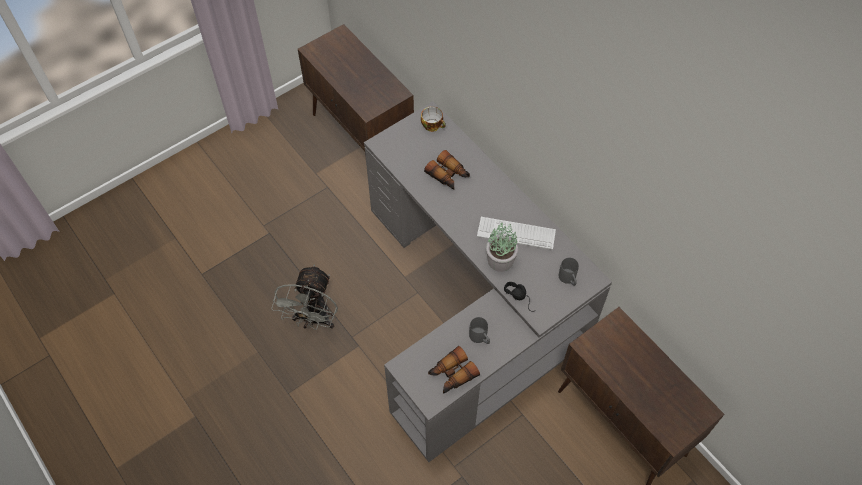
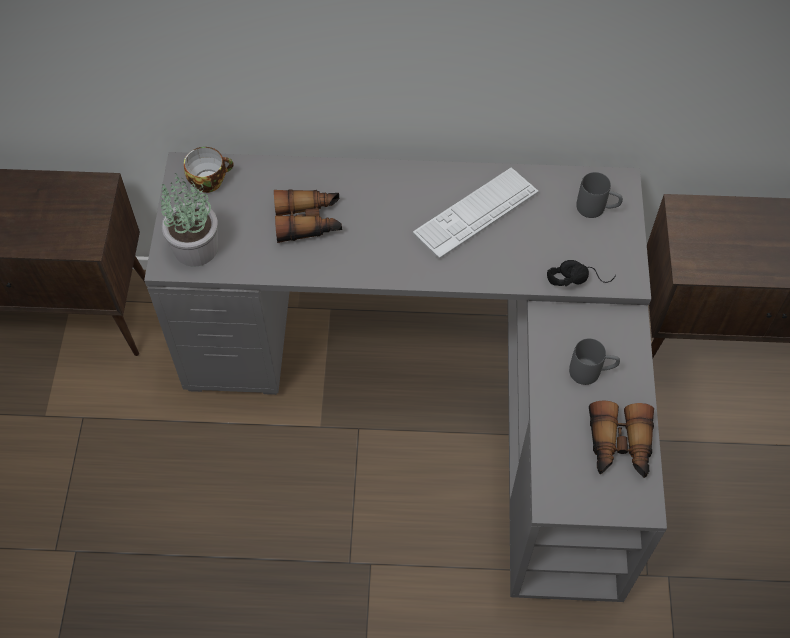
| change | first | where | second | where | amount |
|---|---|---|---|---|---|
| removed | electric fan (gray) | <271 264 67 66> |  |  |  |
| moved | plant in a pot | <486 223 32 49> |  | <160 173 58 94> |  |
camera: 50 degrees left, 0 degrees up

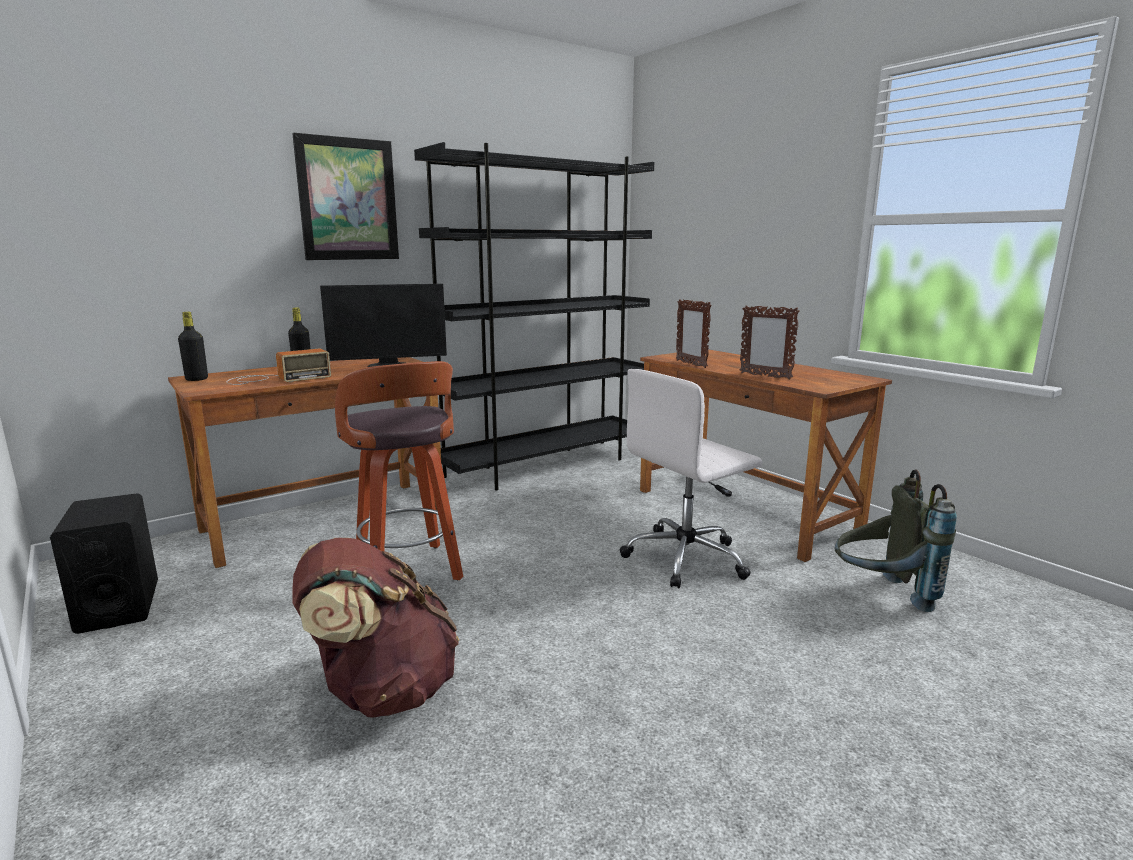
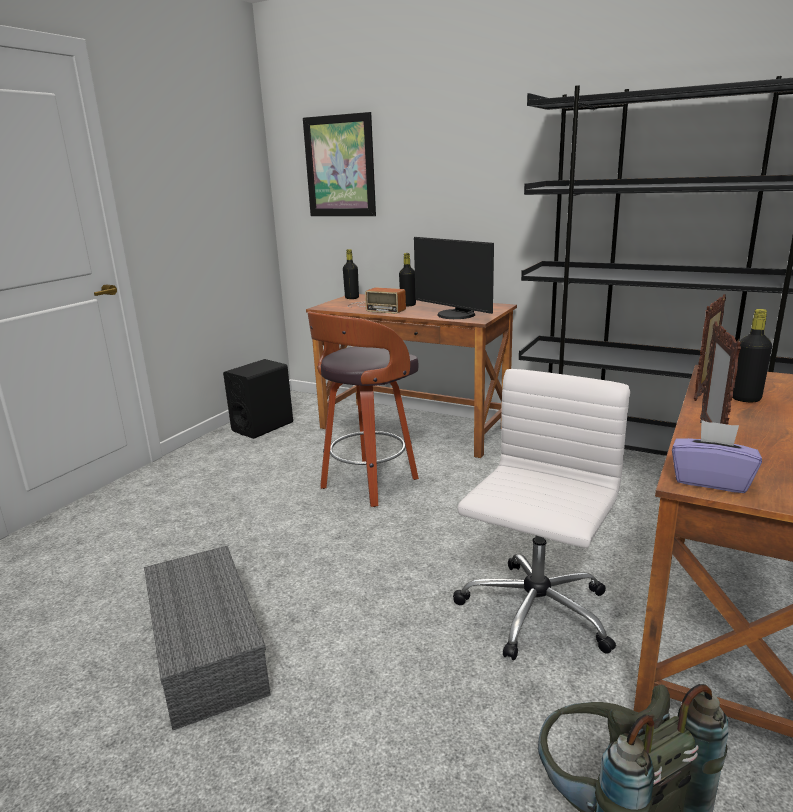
| change | first | where | second | where | amount |
|---|---|---|---|---|---|
| moved | picture | <292 133 107 127> |  | <303 112 73 104> |  |
| removed | knapsack (brown-coloured) | <292 538 167 180> |  |  |  |
| turned | computer chair (white-coloured) | <620 369 142 219> |  | <453 369 177 291> | 90 degrees clockwise |
| added |  |  | storage box (gray) | <144 546 127 185> |  |
| added |  |  | box of tissues (purple-coloured) | <672 420 90 73> |  |
| added |  |  | bottle (blackish) | <733 309 39 93> |  |
camera: 65 degrees right, 5 degrees up

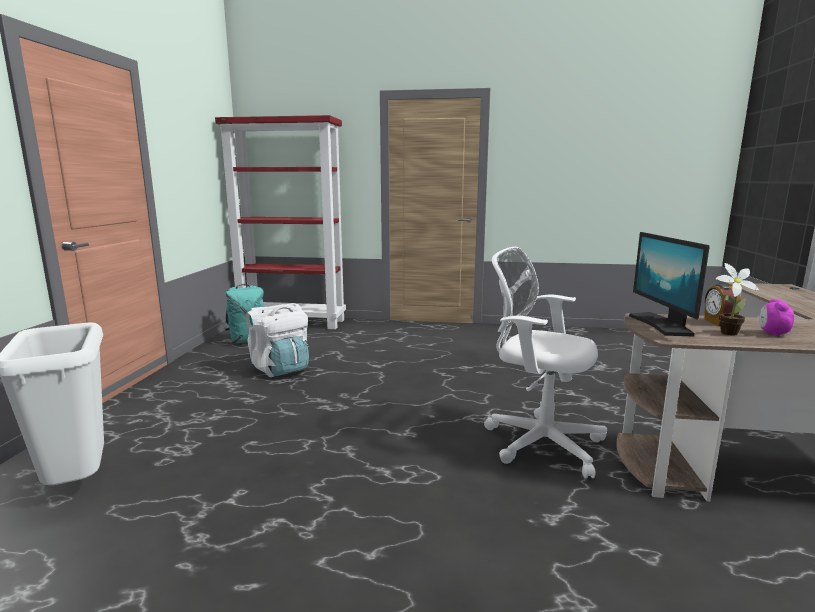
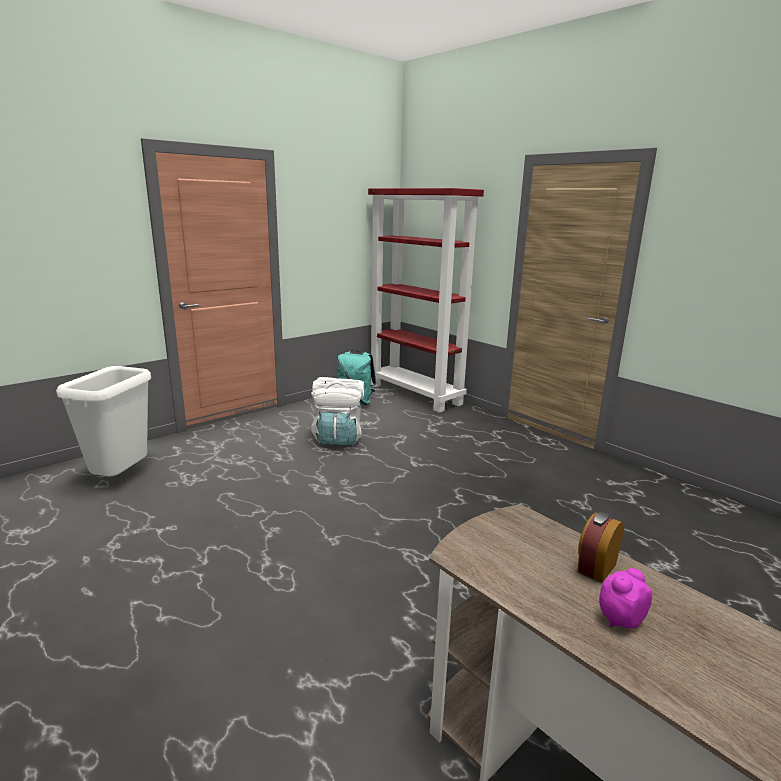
| change | first | where | second | where | amount |
|---|---|---|---|---|---|
| removed | computer chair (white-coloured) | <484 247 123 231> |  |  |  |
| removed | computer display | <629 232 81 105> |  |  |  |
| removed | plant in a pot | <715 263 44 73> |  |  |  |
camera: 40 degrees right, 5 degrees up

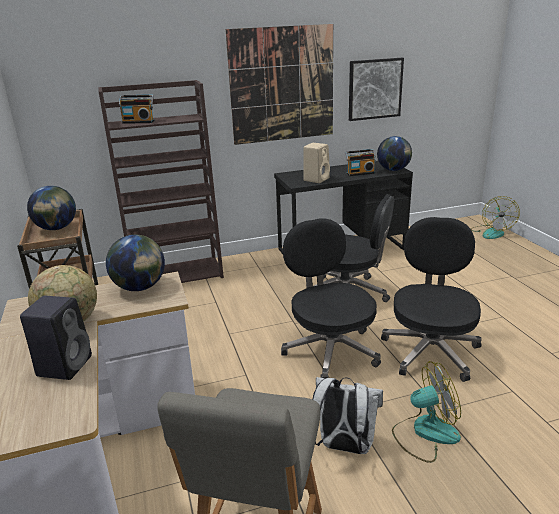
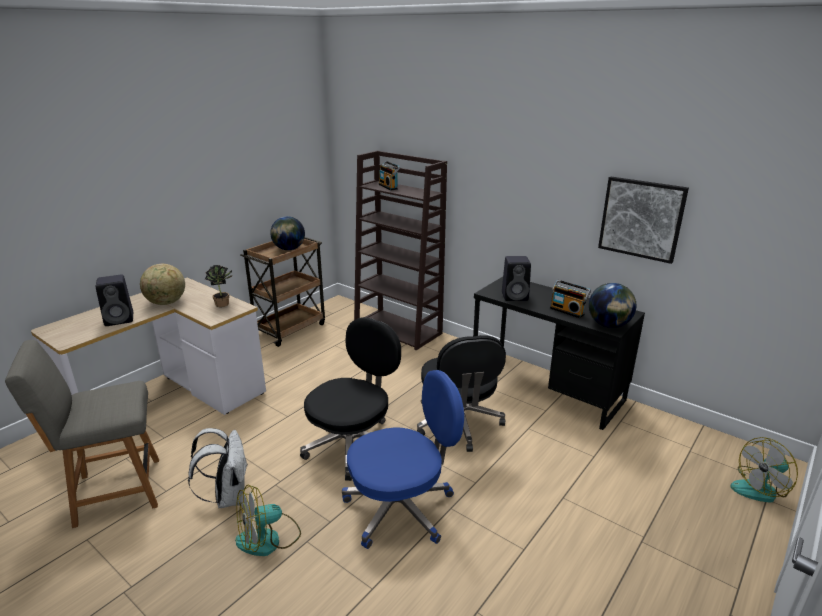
| change | first | where | second | where | amount |
|---|---|---|---|---|---|
| replaced | world globe | <106 235 59 56> | plant in a pot | <205 265 27 42> |  |
| removed | picture | <226 24 107 121> |  |  |  |
| recoloured | speaker (sand-coloured) | <303 143 27 40> | speaker (blackish) | <502 256 29 45> |  |
| recoloured | computer chair (blackish) | <381 217 101 165> | computer chair (blue) | <342 370 122 179> |  |
| turned | electric fan | <392 361 69 102> |  | <235 485 66 71> | 105 degrees clockwise |
camera: 55 degrees right, 0 degrees up

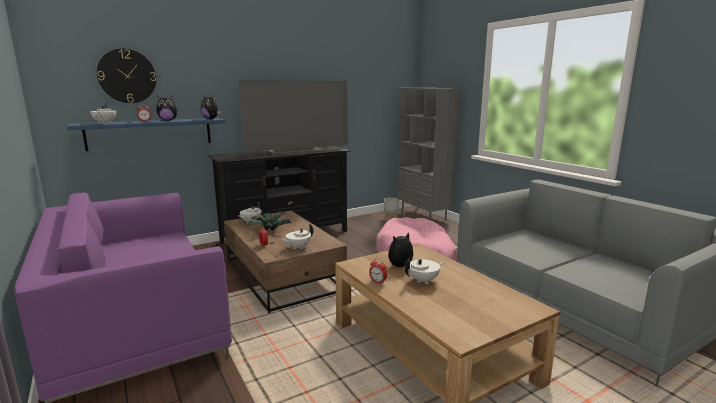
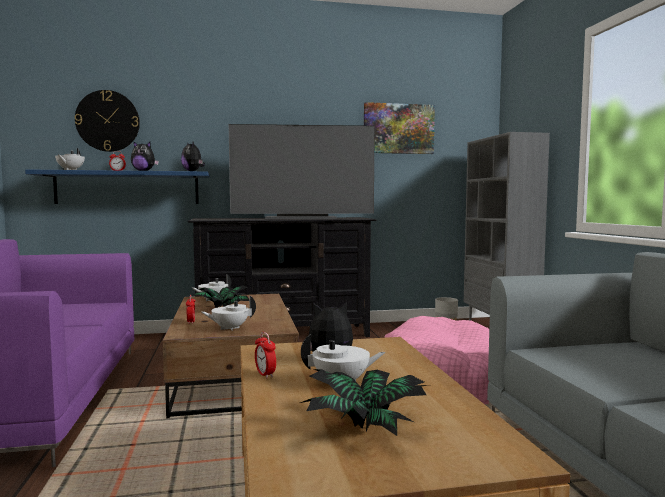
| change | first | where | second | where | amount |
|---|---|---|---|---|---|
| added |  |  | plant in a pot | <300 369 129 67> |  |
| added |  |  | picture | <364 102 71 52> |  |
camera: 20 degrees right, 10 degrees down

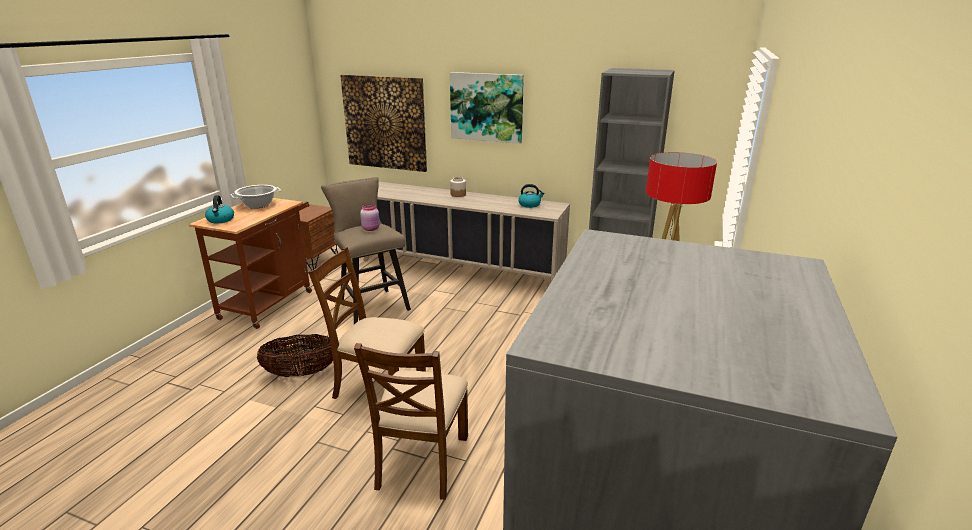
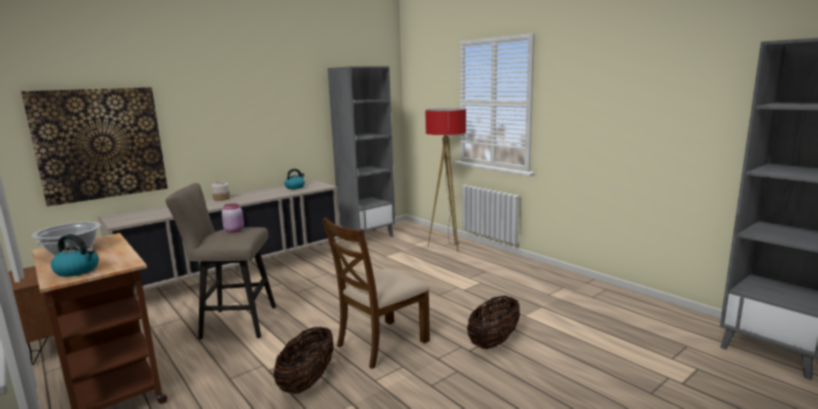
| change | first | where | second | where | amount |
|---|---|---|---|---|---|
| replaced | upright chair (brown-coloured) | <354 343 114 157> | household basket | <467 296 53 53> |  |
| removed | picture | <450 72 74 72> |  |  |  |
camera: 60 degrees left, 10 degrees down

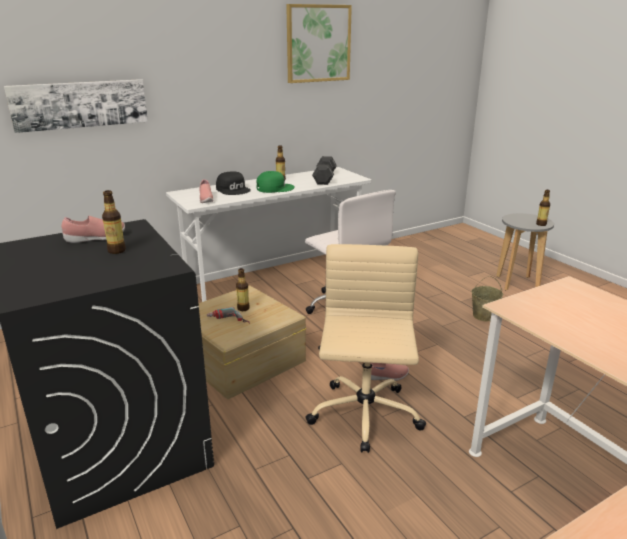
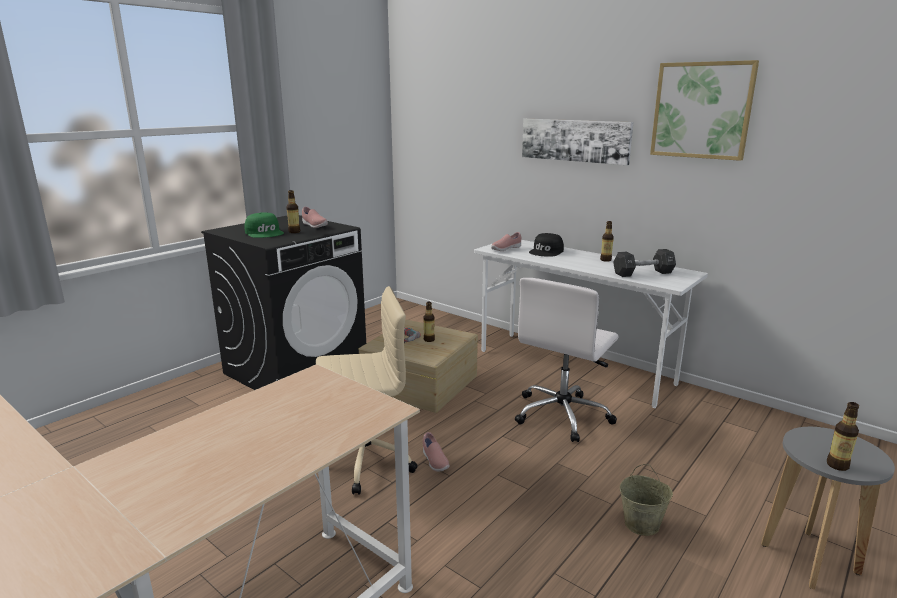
| change | first | where | second | where | amount |
|---|---|---|---|---|---|
| moved | picture | <4 79 144 54> |  | <522 119 111 46> |  |
| moved | cap (green-coloured) | <256 171 39 22> |  | <244 213 40 25> |  |
camera: 70 degrees right, 5 degrees down

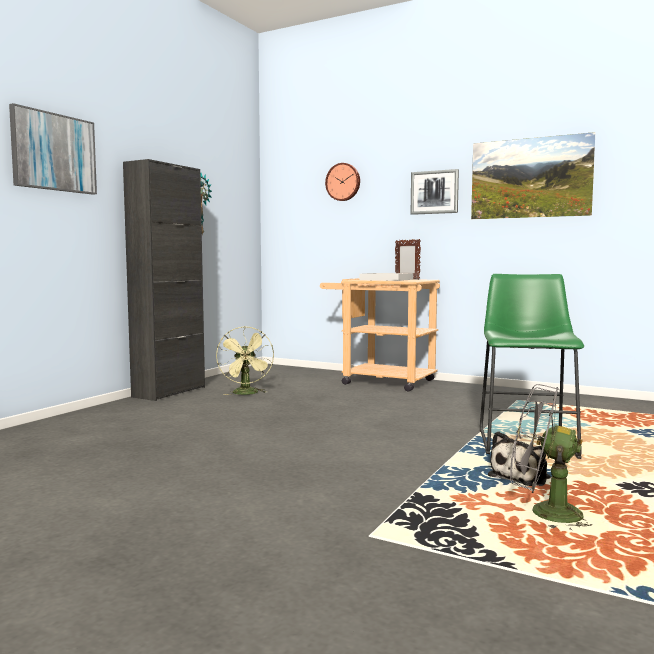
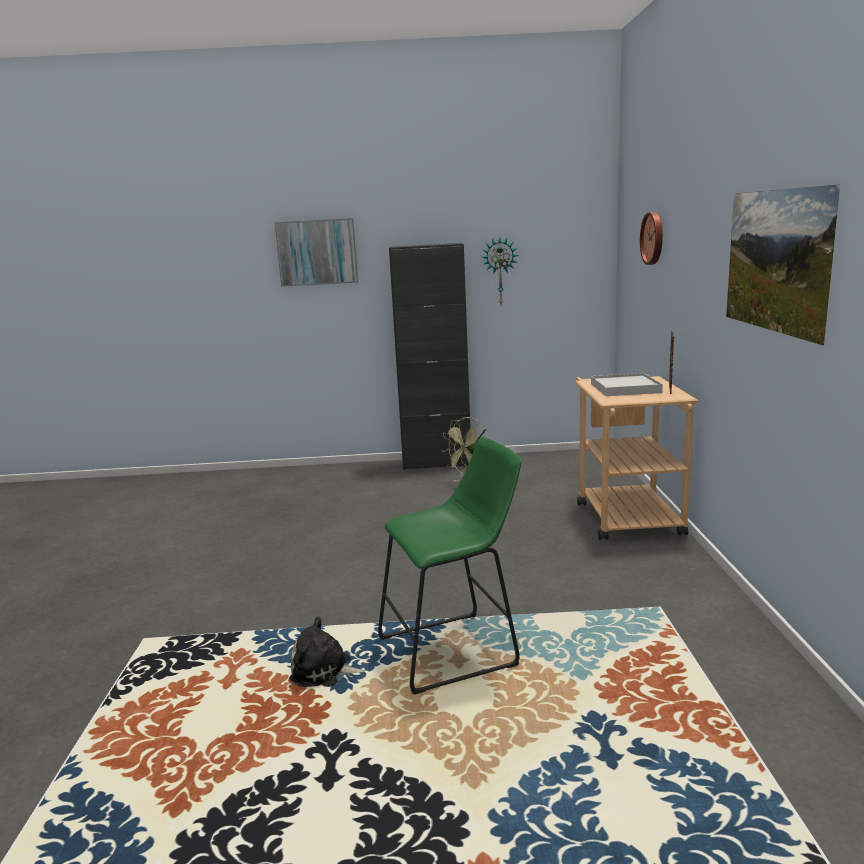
| change | first | where | second | where | amount |
|---|---|---|---|---|---|
| removed | picture | <411 169 48 46> |  |  |  |
| removed | electric fan (gray) | <510 384 82 146> |  |  |  |
camera: 60 degrees right, 10 degrees up

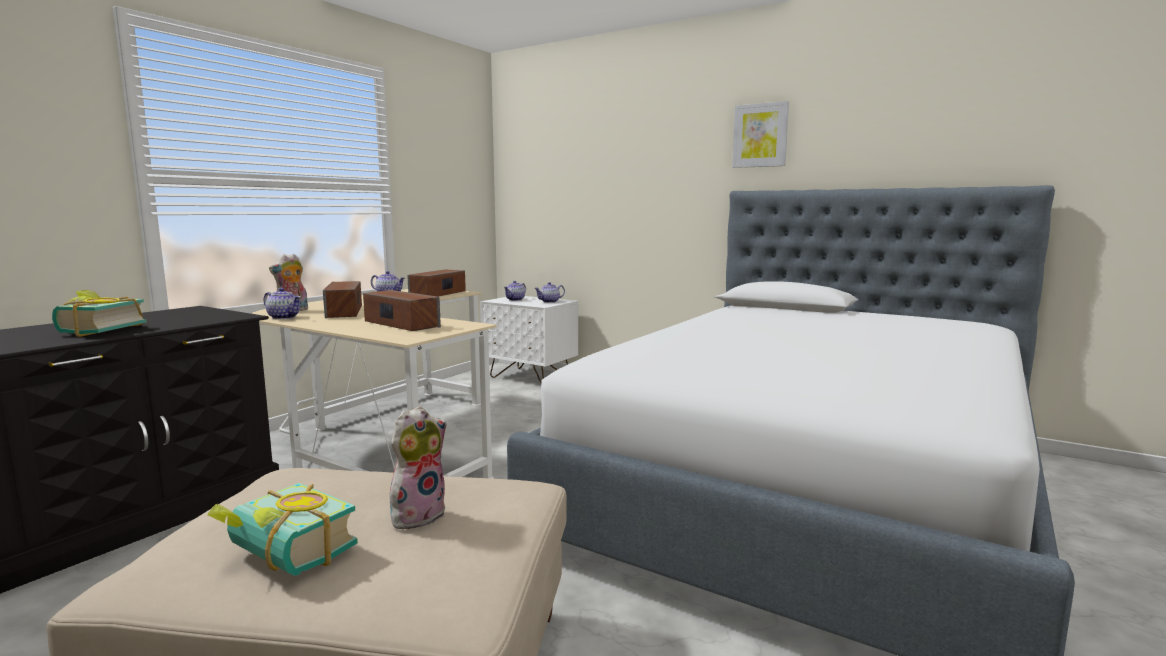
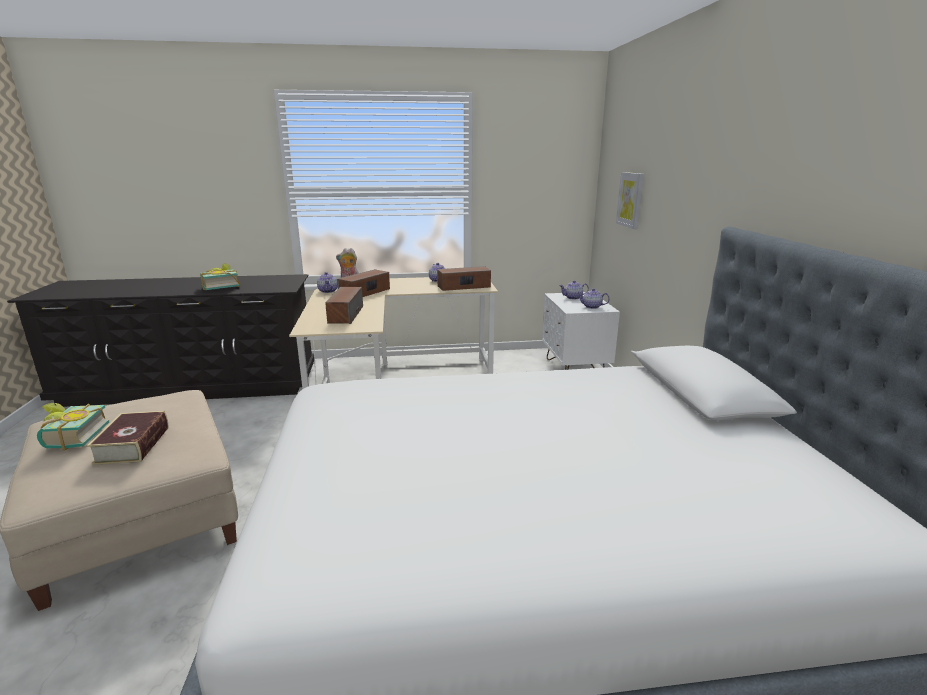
| change | first | where | second | where | amount |
|---|---|---|---|---|---|
| replaced | cuddly toy | <390 406 57 125> | book | <87 411 82 54> |  |
| moved | picture | <732 101 57 67> |  | <616 172 28 57> |  |
camera: 50 degrees right, 10 degrees up

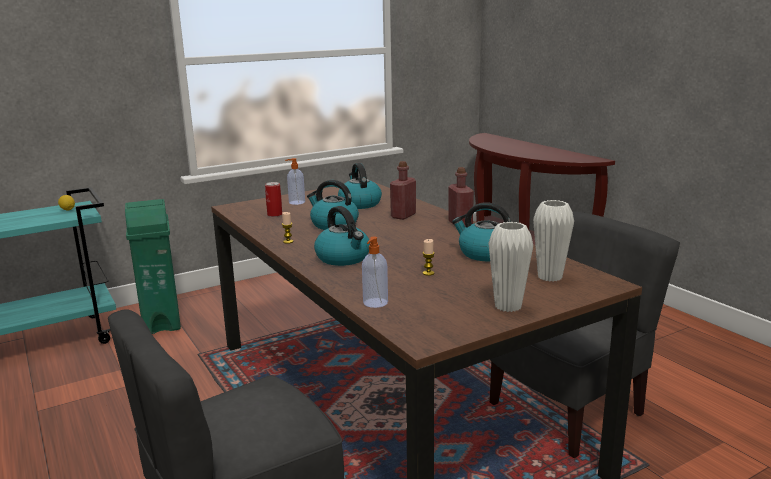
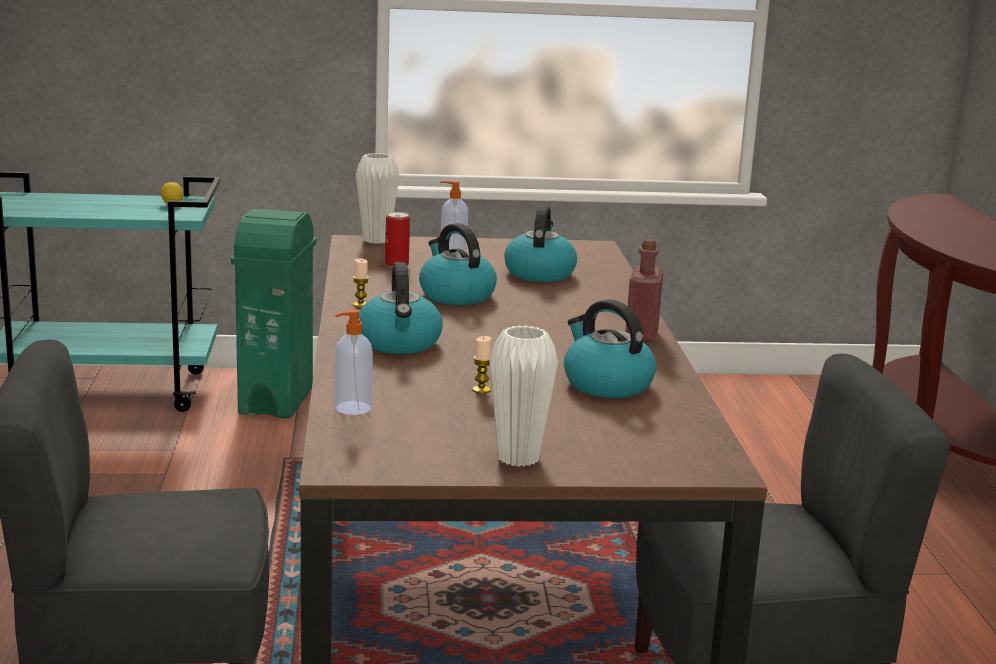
| change | first | where | second | where | amount |
|---|---|---|---|---|---|
| removed | bottle (red) | <390 161 26 59> |  |  |  |
| moved | decorative vase (white-coloured) | <533 200 41 82> |  | <356 153 43 91> |  |
camera: 25 degrees right, 0 degrees up

